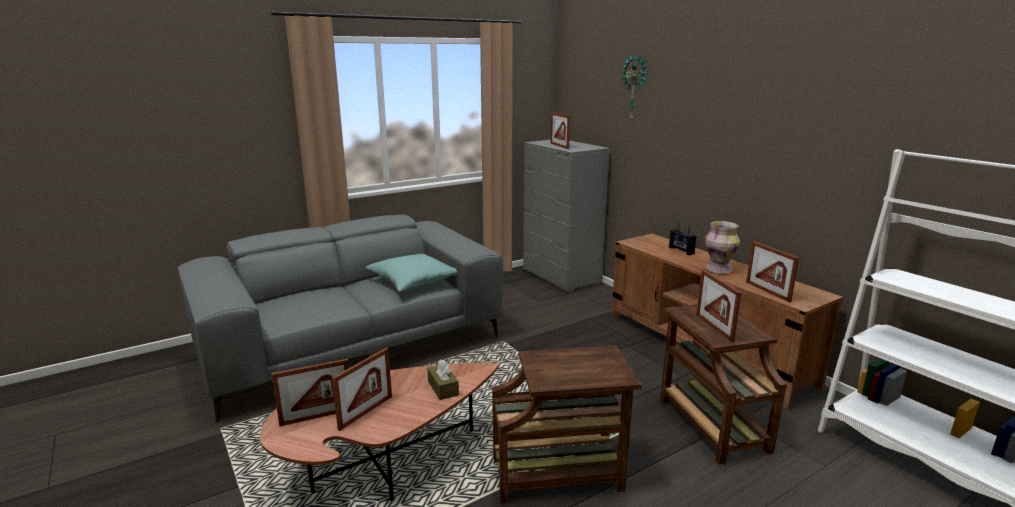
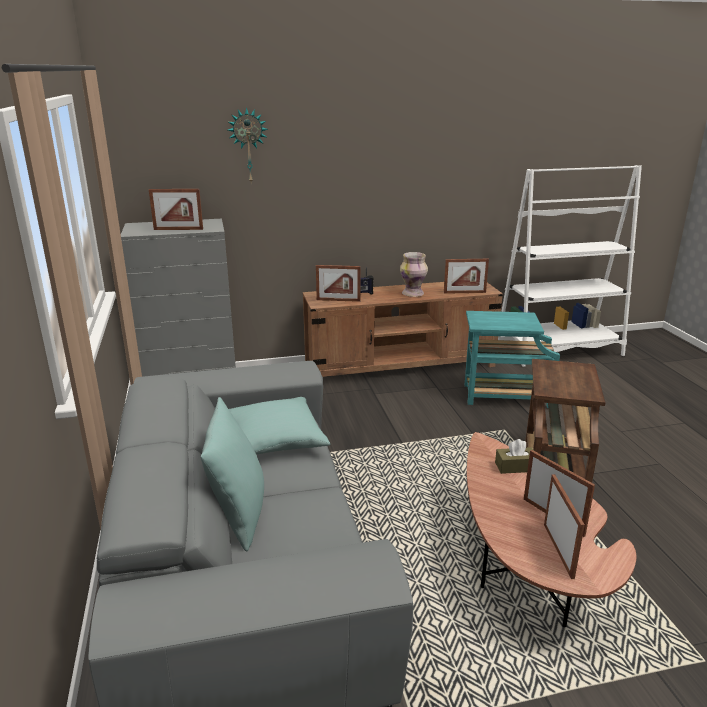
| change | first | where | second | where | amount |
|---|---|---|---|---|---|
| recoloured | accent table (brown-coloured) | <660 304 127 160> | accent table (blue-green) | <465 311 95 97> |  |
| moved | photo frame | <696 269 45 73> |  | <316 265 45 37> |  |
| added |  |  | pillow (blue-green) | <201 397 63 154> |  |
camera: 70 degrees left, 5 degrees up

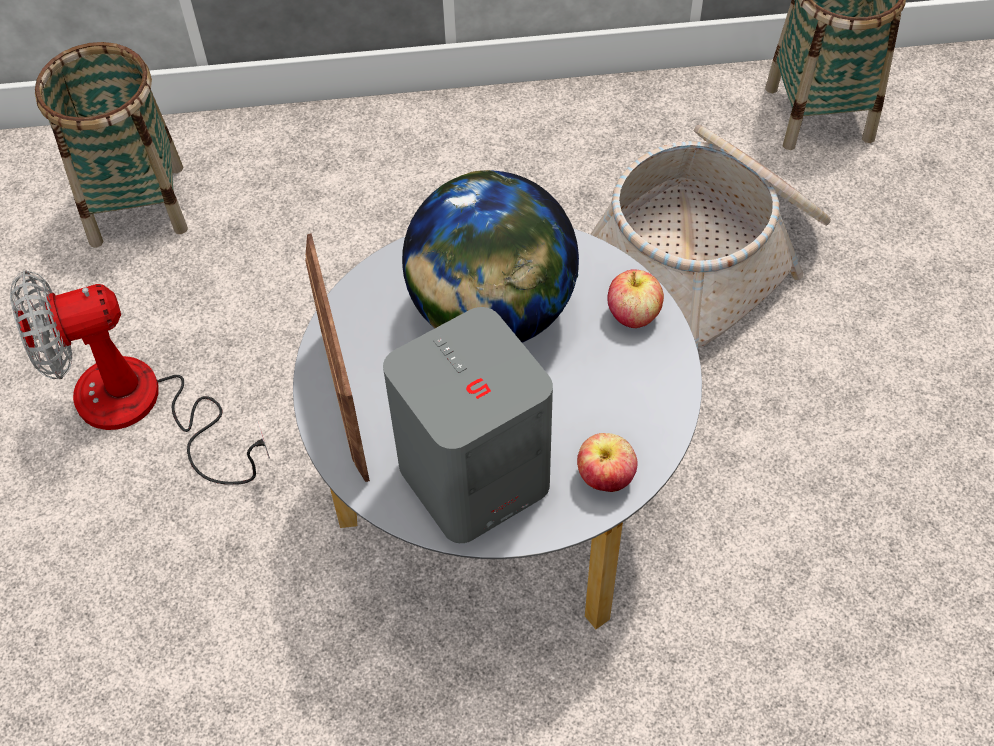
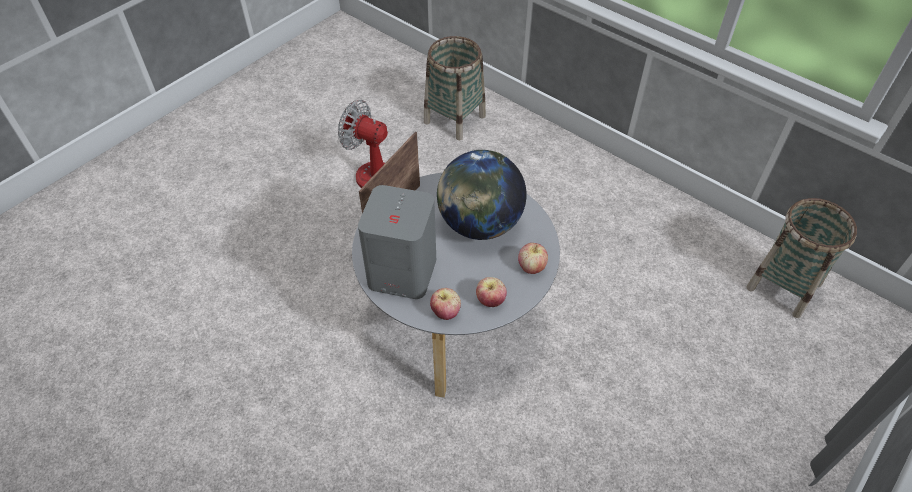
| change | first | where | second | where | amount |
|---|---|---|---|---|---|
| removed | household basket | <590 125 241 225> |  |  |  |
| added |  |  | apple | <476 277 31 30> |  |
camera: 45 degrees right, 5 degrees down

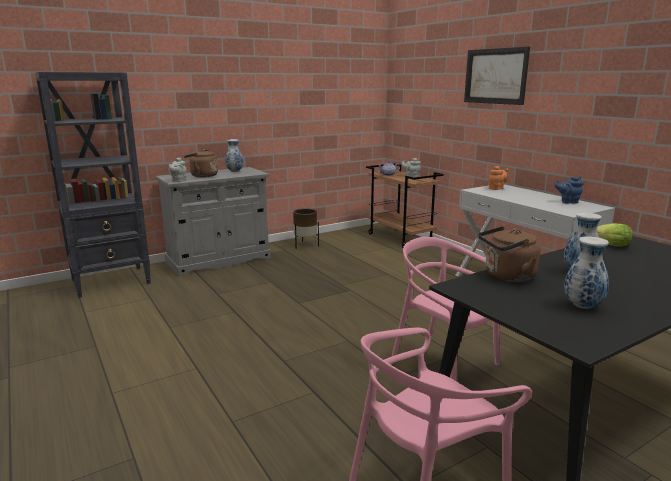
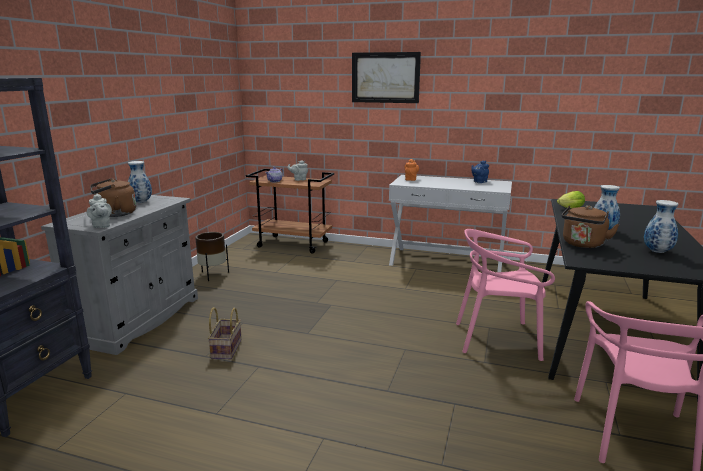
| change | first | where | second | where | amount |
|---|---|---|---|---|---|
| added |  |  | household basket | <208 307 34 52> |  |
camera: 40 degrees left, 0 degrees up

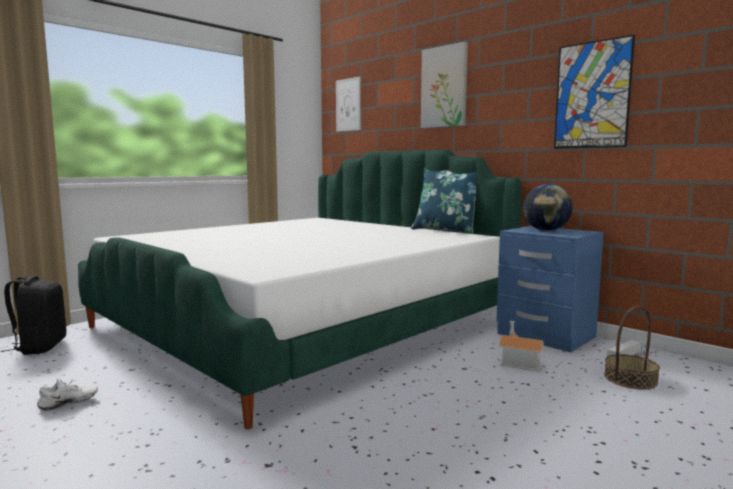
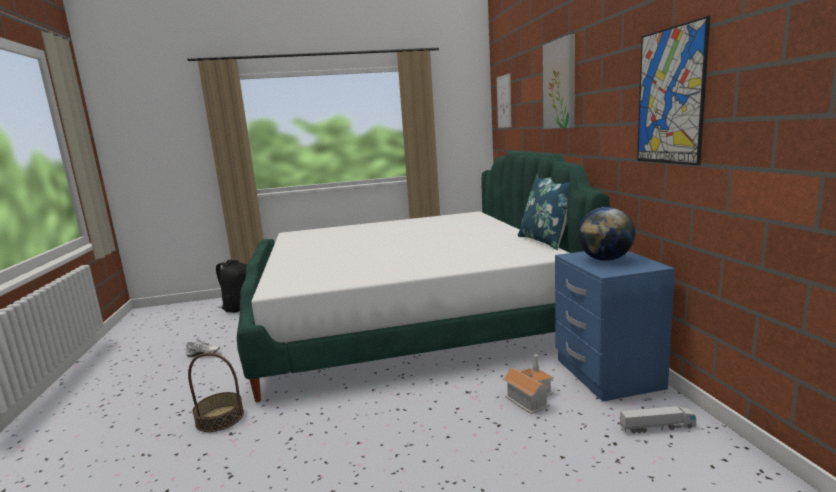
| change | first | where | second | where | amount |
|---|---|---|---|---|---|
| moved | household basket | <604 306 56 83> |  | <188 353 56 79> |  |
camera: 35 degrees right, 5 degrees up

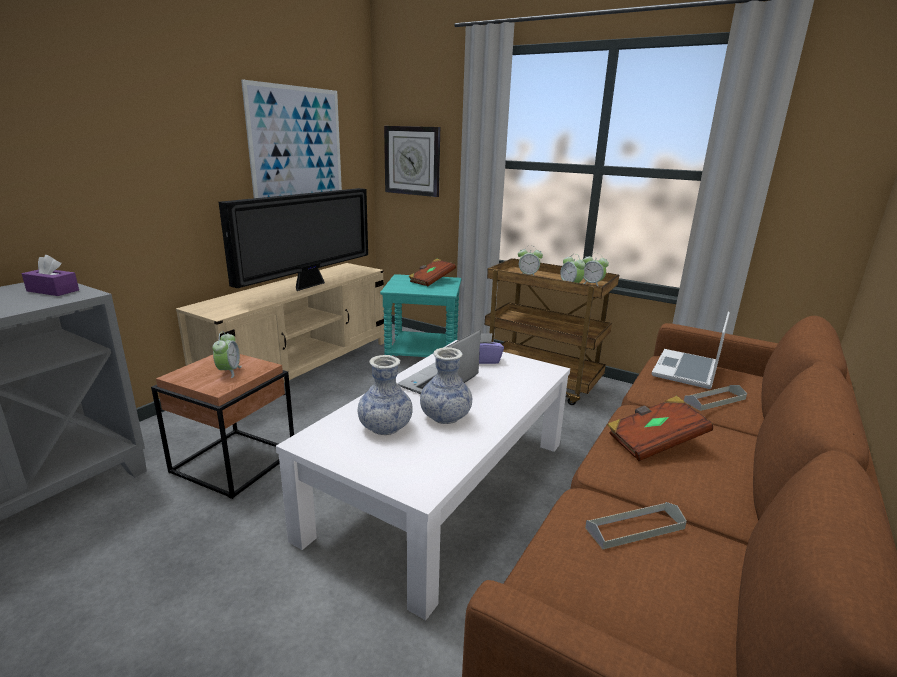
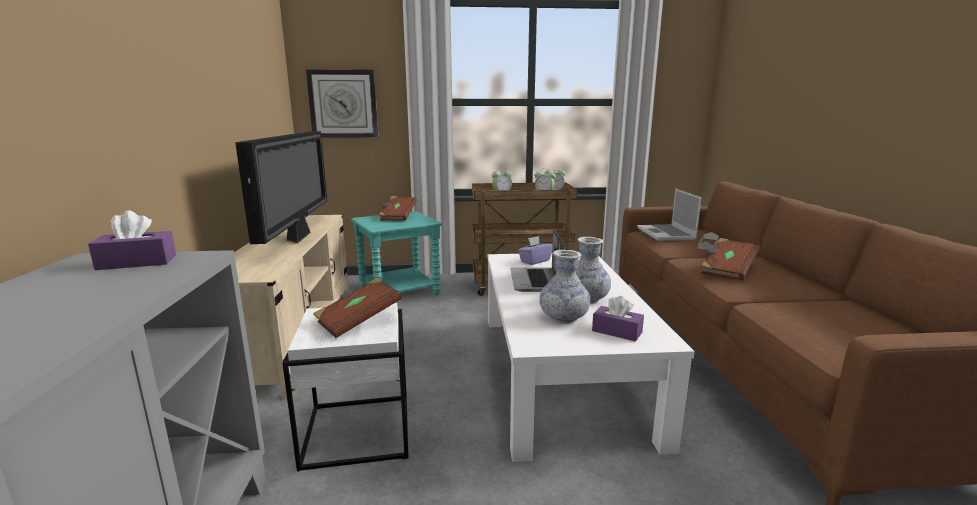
| change | first | where | second | where | amount |
|---|---|---|---|---|---|
| recoloured | accent table (brown-coloured) | <151 354 143 145> | accent table (white-coloured) | <282 303 126 169> |  |
| replaced | alarm clock | <212 332 30 46> | book (brown-coloured) | <313 278 88 60> |  |
| removed | picture | <241 79 101 119> |  |  |  |
| removed | serving tray (gray) | <585 502 102 48> |  |  |  |
| added |  |  | box of tissues (purple-coloured) | <592 296 52 45> |  |
camera: 35 degrees left, 5 degrees down

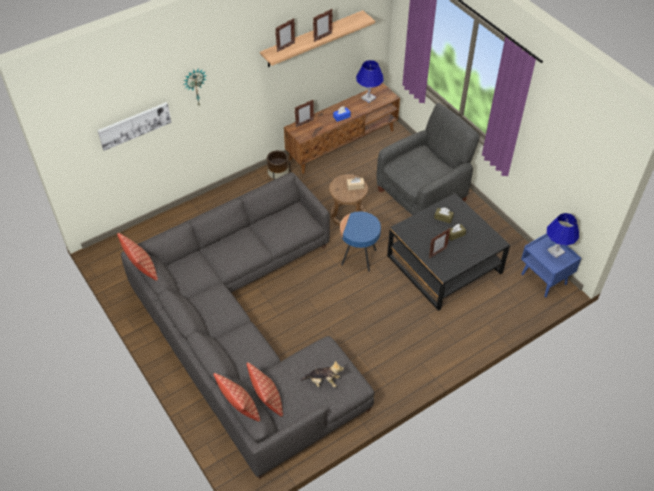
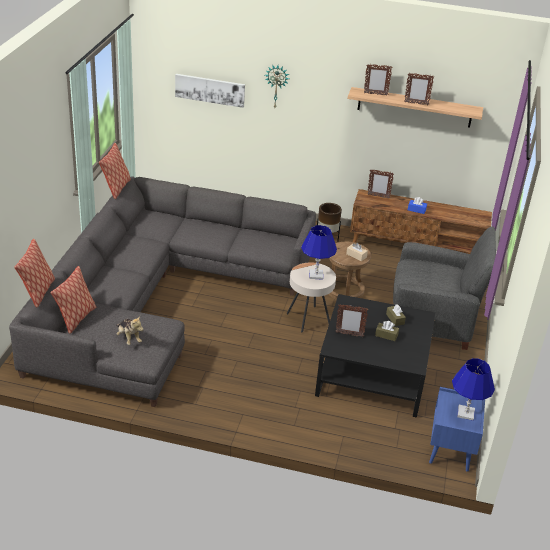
| change | first | where | second | where | amount |
|---|---|---|---|---|---|
| recoloured | accent table (blue) | <340 211 41 61> | accent table (sand-coloured) | <287 263 49 70> |  |
| moved | table lamp (blue) | <356 60 28 43> |  | <301 225 36 55> |  |
camera: 45 degrees right, 15 degrees down

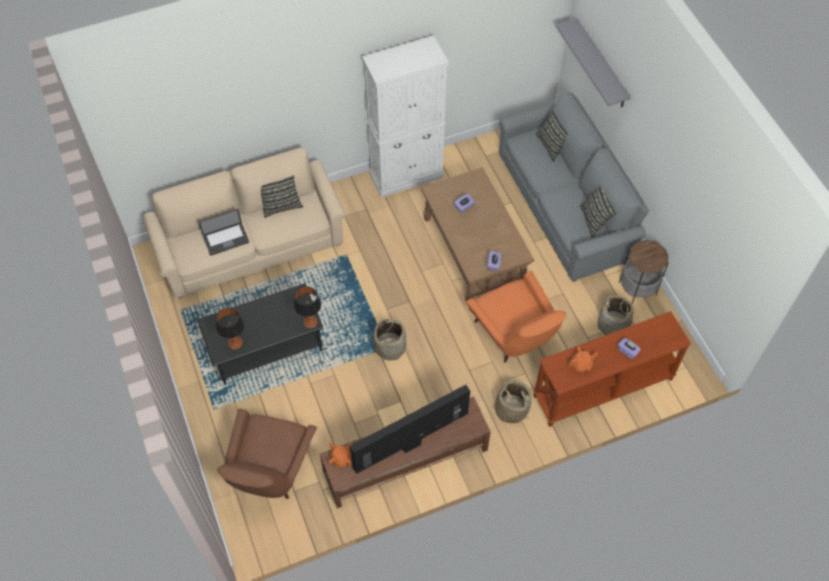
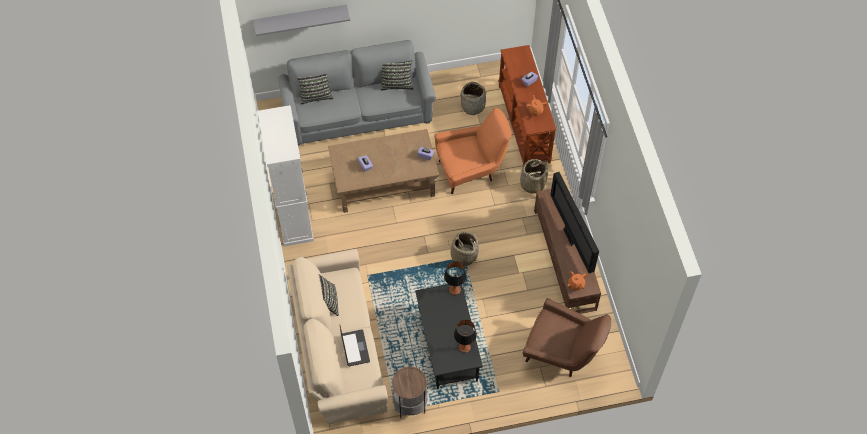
| change | first | where | second | where | amount |
|---|---|---|---|---|---|
| moved | accent table | <619 240 50 64> |  | <392 366 36 52> |  |
camera: 80 degrees left, 0 degrees up

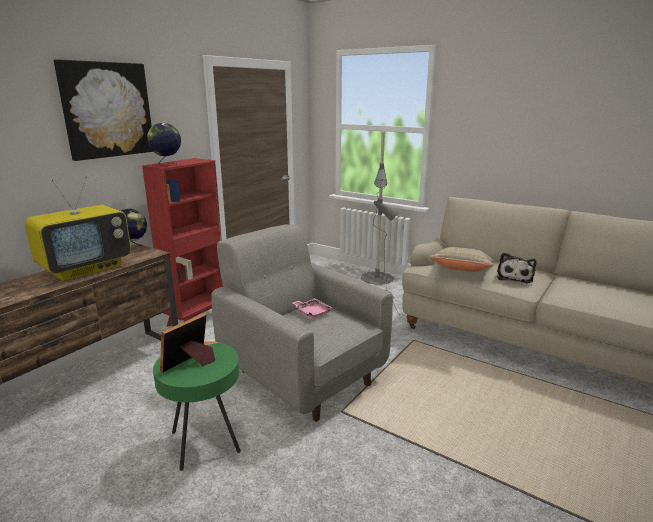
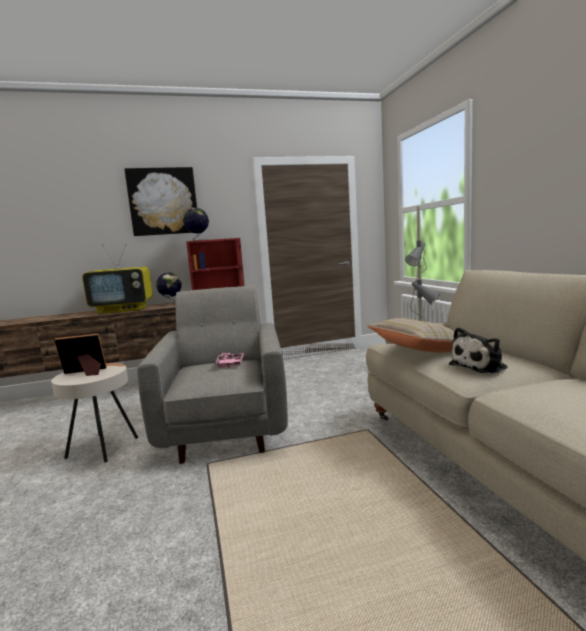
| change | first | where | second | where | amount |
|---|---|---|---|---|---|
| recoloured | accent table (green-coloured) | <153 341 88 130> | accent table (sand-coloured) | <51 363 87 100> |  |
camera: 40 degrees right, 10 degrees down

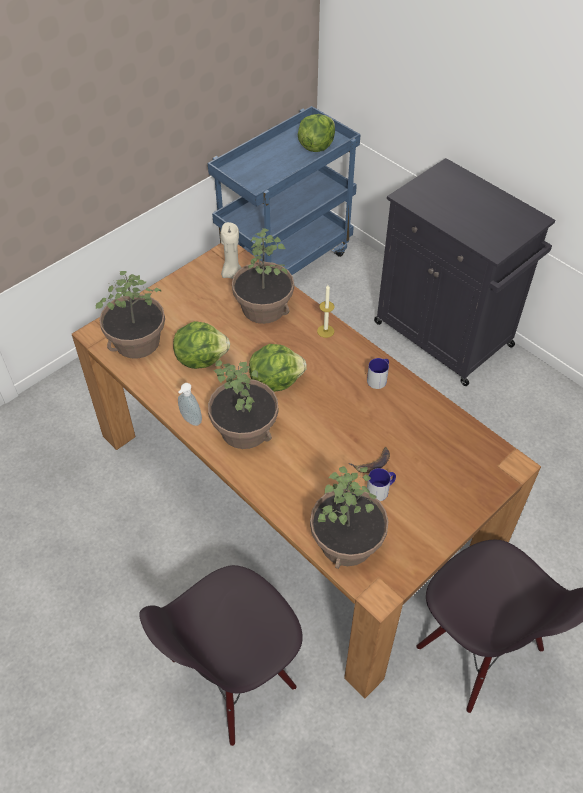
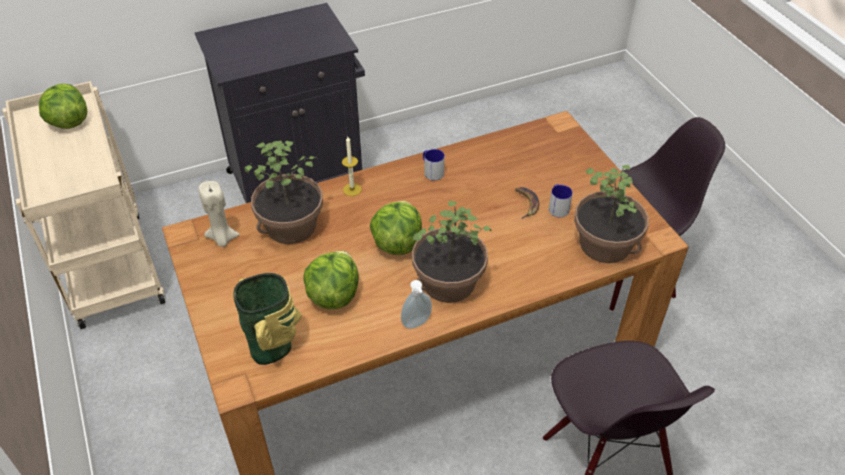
| change | first | where | second | where | amount |
|---|---|---|---|---|---|
| replaced | plant in a pot | <96 271 69 88> | decorative vase | <233 273 68 92> |  |
| recoloured | cart (blue) | <208 106 153 169> | cart (sand-coloured) | <2 81 163 248> |  |
camera: 70 degrees left, 5 degrees down

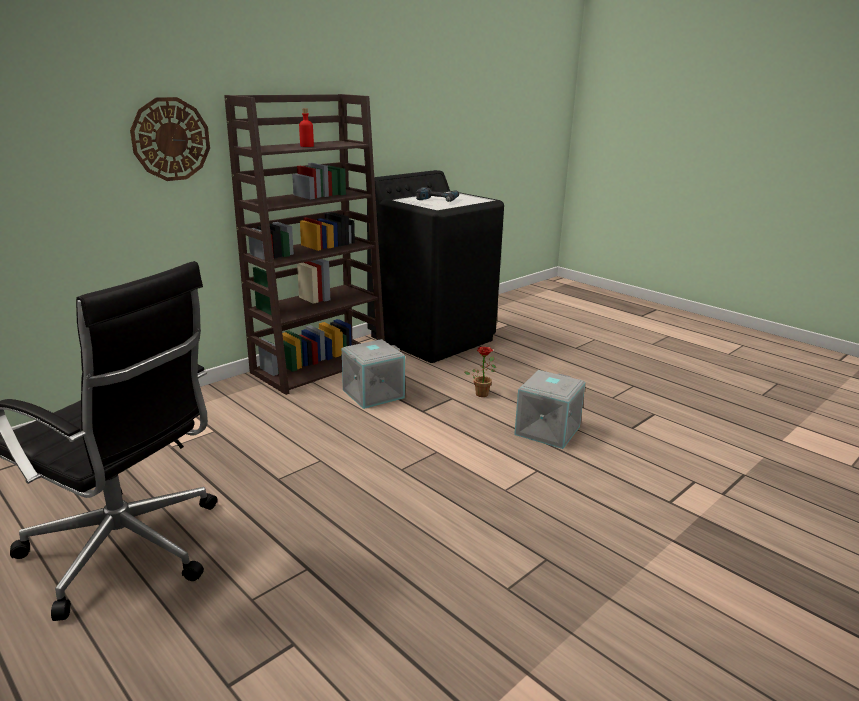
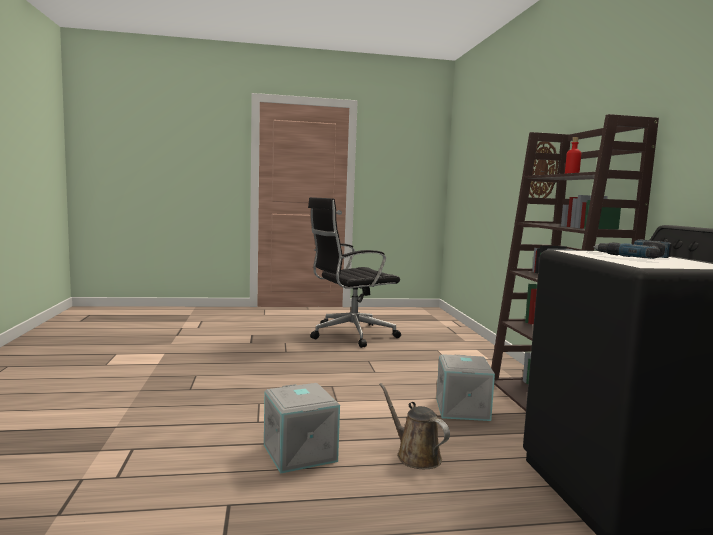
| change | first | where | second | where | amount |
|---|---|---|---|---|---|
| replaced | plant in a pot | <464 347 32 50> | sprinkling can (brown-coloured) | <379 383 71 86> |  |
camera: 125 degrees right, 15 degrees down

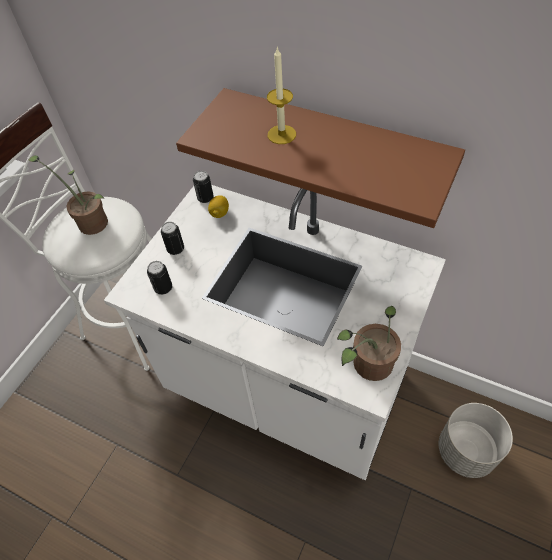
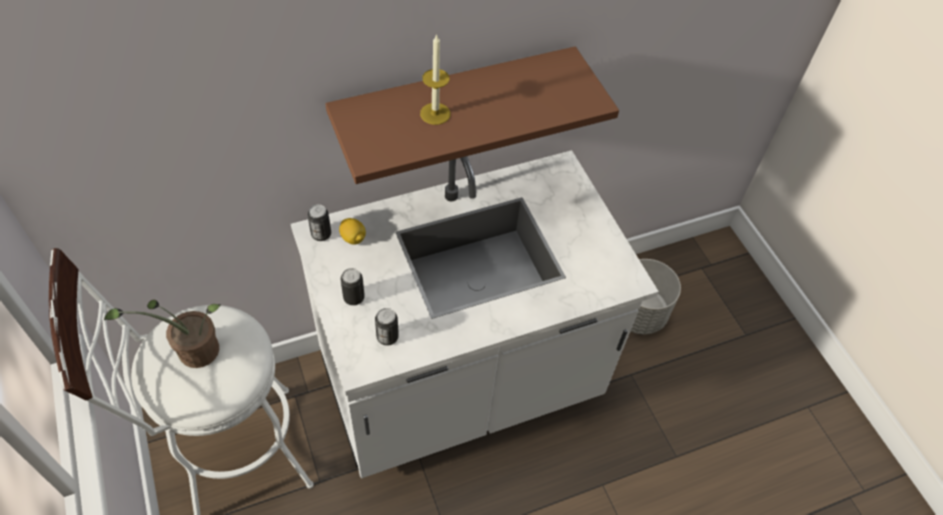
| change | first | where | second | where | amount |
|---|---|---|---|---|---|
| removed | plant in a pot | <337 306 64 75> |  |  |  |
camera: 55 degrees left, 0 degrees up

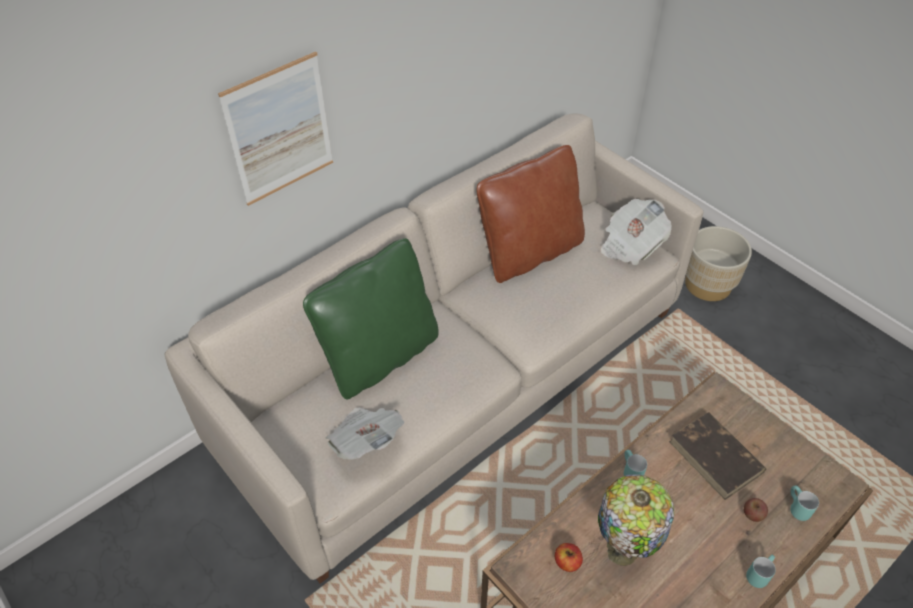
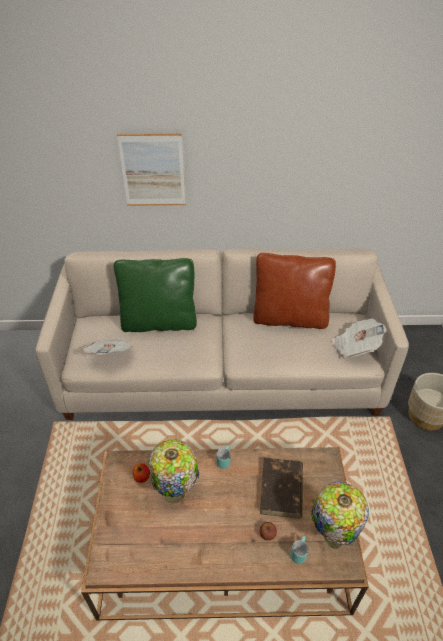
| change | first | where | second | where | amount |
|---|---|---|---|---|---|
| removed | coffee mug (blue-green) | <746 554 30 34> |  |  |  |
| added |  |  | table lamp | <311 482 58 67> |  |
camera: 40 degrees right, 5 degrees down

